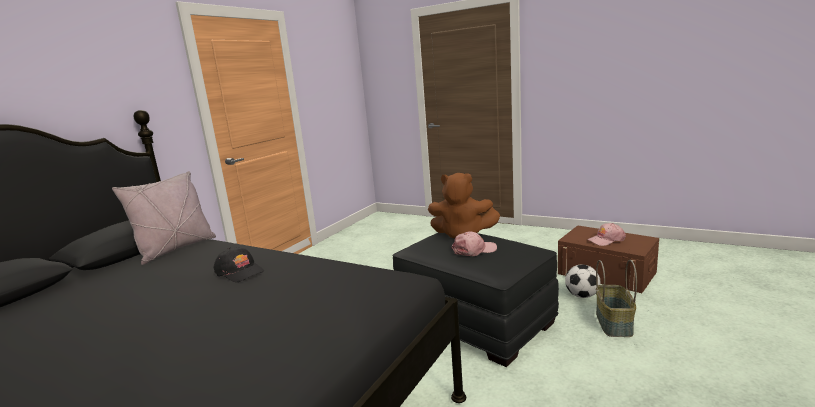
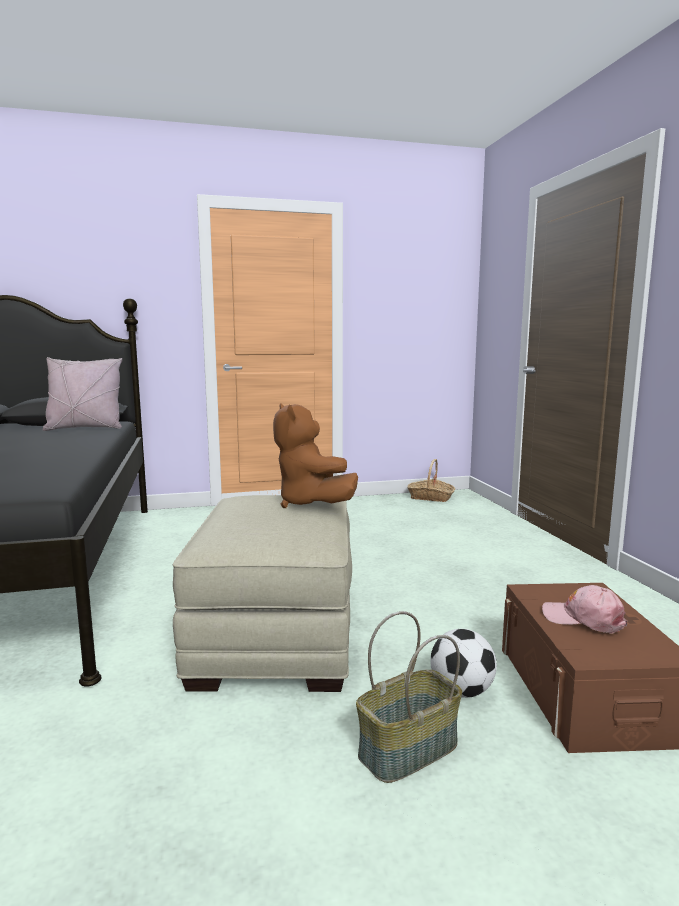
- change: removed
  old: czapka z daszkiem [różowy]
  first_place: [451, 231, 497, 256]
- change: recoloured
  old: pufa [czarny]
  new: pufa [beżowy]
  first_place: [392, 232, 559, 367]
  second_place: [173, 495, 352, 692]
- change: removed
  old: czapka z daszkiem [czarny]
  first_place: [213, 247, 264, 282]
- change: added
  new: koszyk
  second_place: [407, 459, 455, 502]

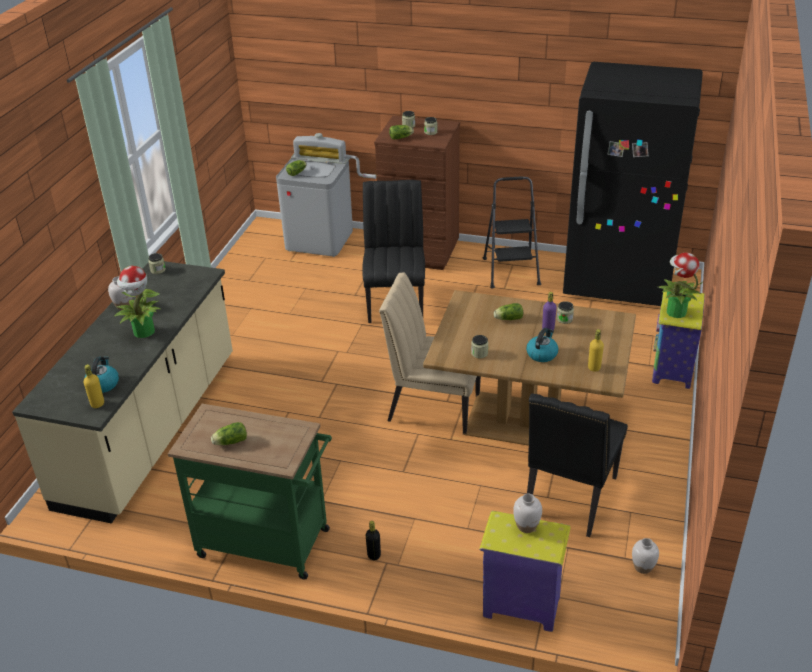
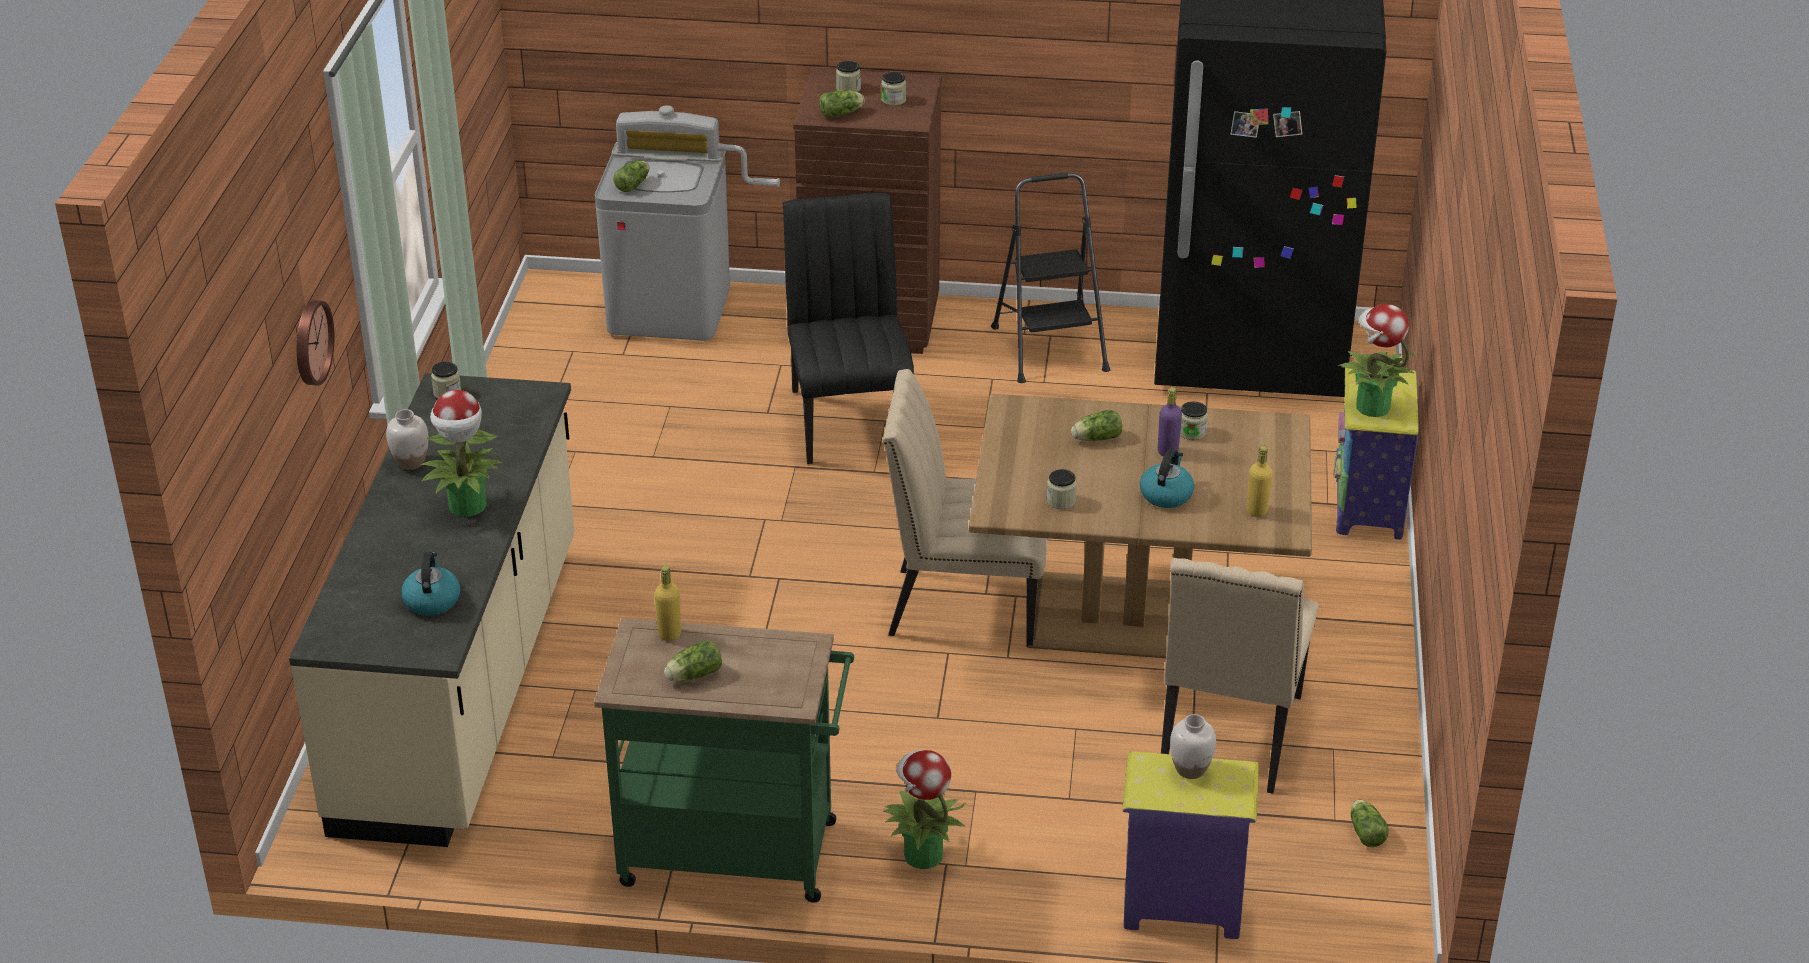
- change: moved
  old: butelka [żółty]
  first_place: [84, 364, 104, 408]
  second_place: [654, 565, 681, 641]
- change: recoloured
  old: krzesło [czarny]
  new: krzesło [beżowy]
  first_place: [527, 393, 628, 537]
  second_place: [1161, 558, 1319, 794]
- change: replaced
  old: butelka [czarny]
  new: roślina doniczkowa
  first_place: [366, 521, 381, 560]
  second_place: [883, 750, 967, 869]
- change: replaced
  old: wazon [biały]
  new: sałata
  first_place: [632, 538, 659, 574]
  second_place: [1350, 800, 1389, 847]
- change: added
  new: zegar ścienny
  second_place: [297, 300, 335, 386]

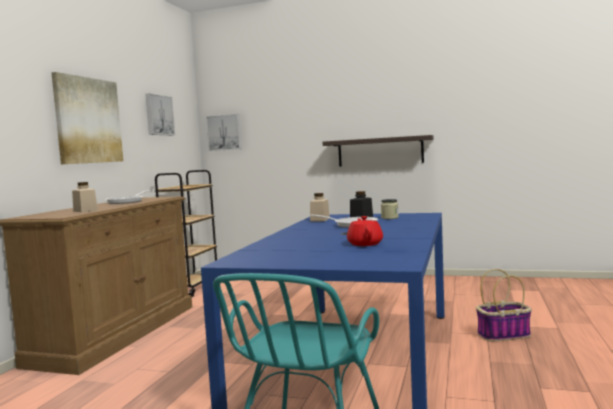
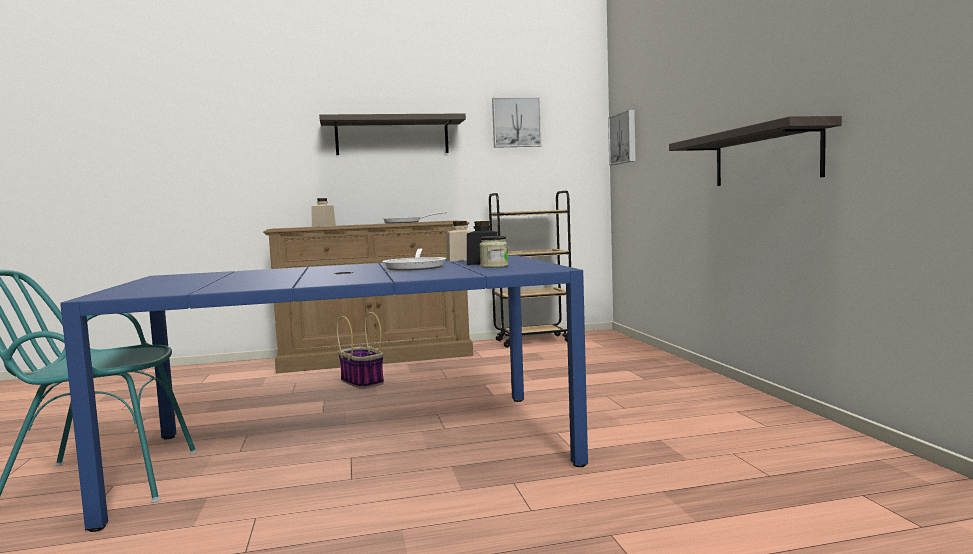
- change: replaced
  old: obraz
  new: półka
  first_place: [51, 72, 123, 164]
  second_place: [319, 113, 466, 155]
- change: removed
  old: imbryk [czerwony]
  first_place: [347, 216, 383, 246]
- change: moved
  old: koszyk
  first_place: [476, 269, 532, 341]
  second_place: [337, 312, 384, 389]

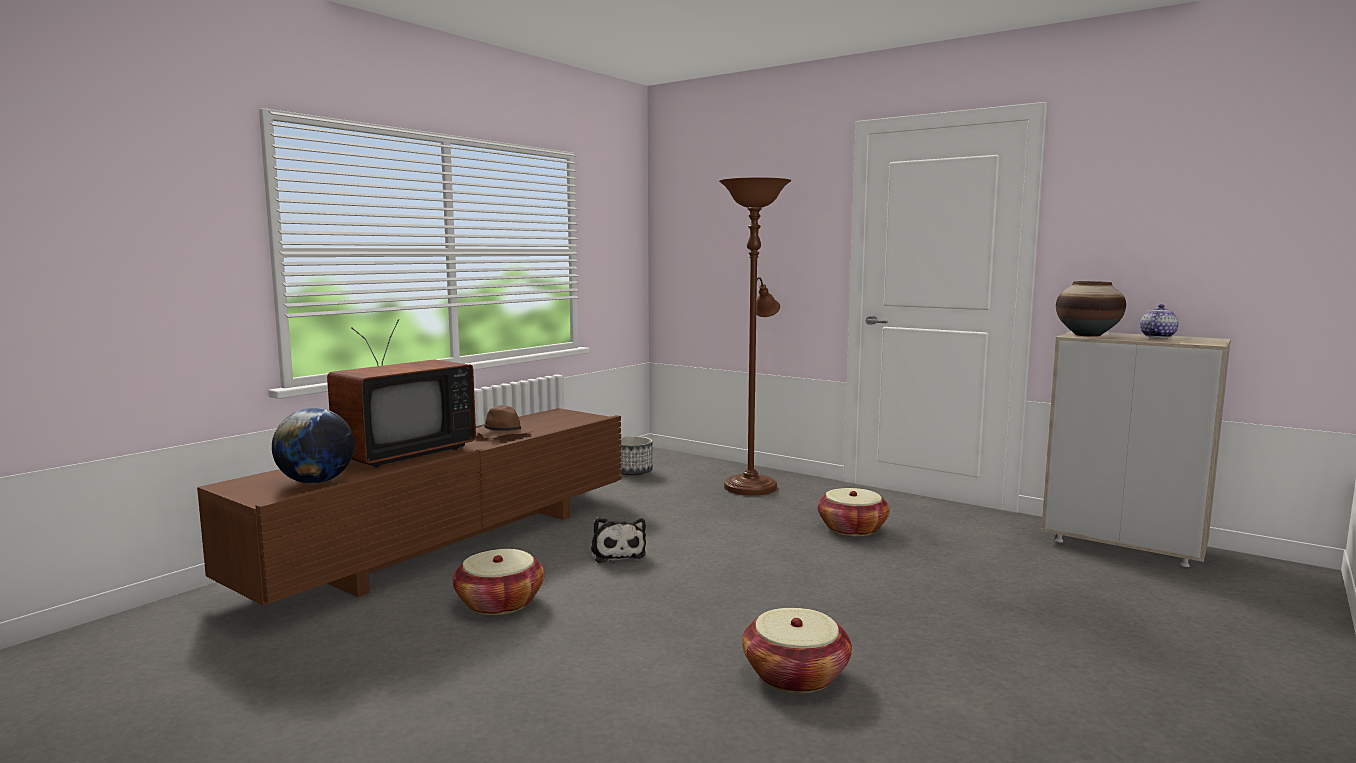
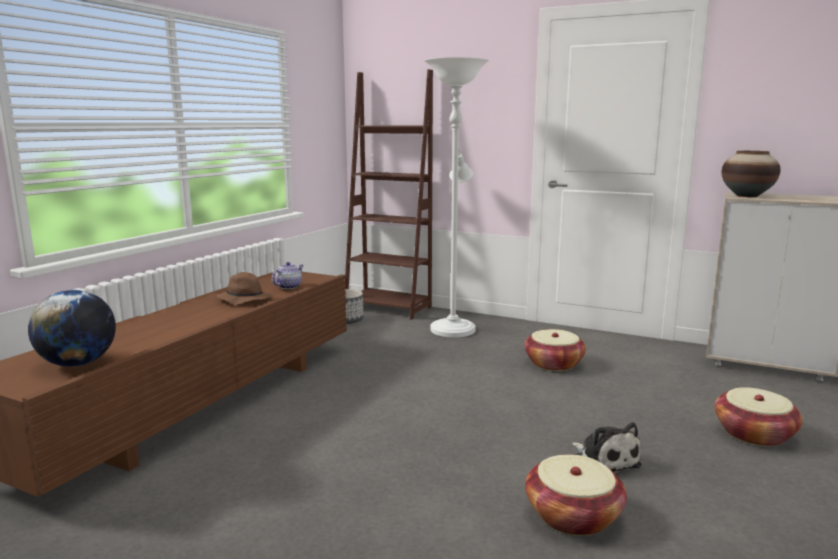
- change: recoloured
  old: lampa stojąca [brązowy]
  new: lampa stojąca [biały]
  first_place: [719, 177, 791, 495]
  second_place: [425, 57, 489, 338]
- change: moved
  old: imbryk
  first_place: [1140, 304, 1179, 338]
  second_place: [272, 262, 304, 289]
- change: removed
  old: telewizor
  first_place: [327, 319, 476, 467]
- change: moved
  old: pluszak
  first_place: [591, 517, 646, 563]
  second_place: [572, 422, 642, 473]
- change: moved
  old: koszyk
  first_place: [453, 549, 545, 615]
  second_place: [715, 387, 803, 446]
- change: added
  new: regał [brązowy]
  second_place: [345, 69, 433, 320]

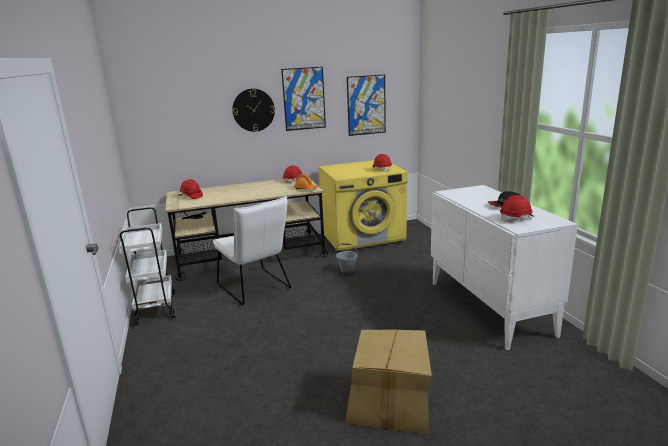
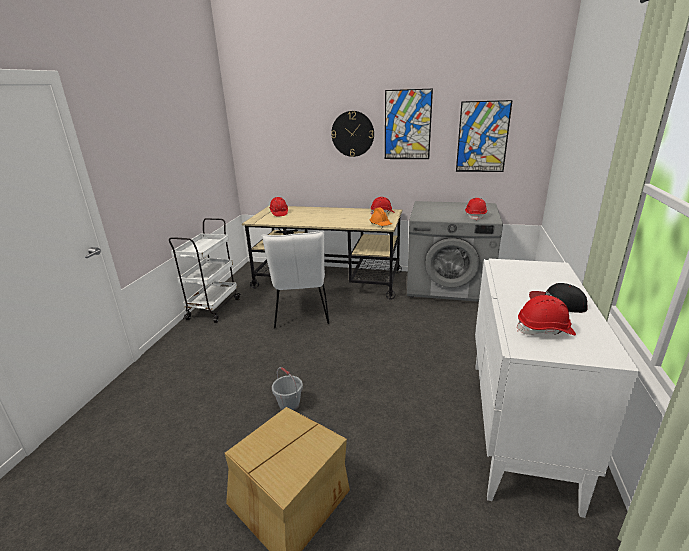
- change: recoloured
  old: pralka [żółty]
  new: pralka [szary]
  first_place: [318, 160, 408, 252]
  second_place: [407, 201, 503, 302]
- change: moved
  old: wiadro [szary]
  first_place: [336, 243, 358, 274]
  second_place: [272, 367, 303, 411]

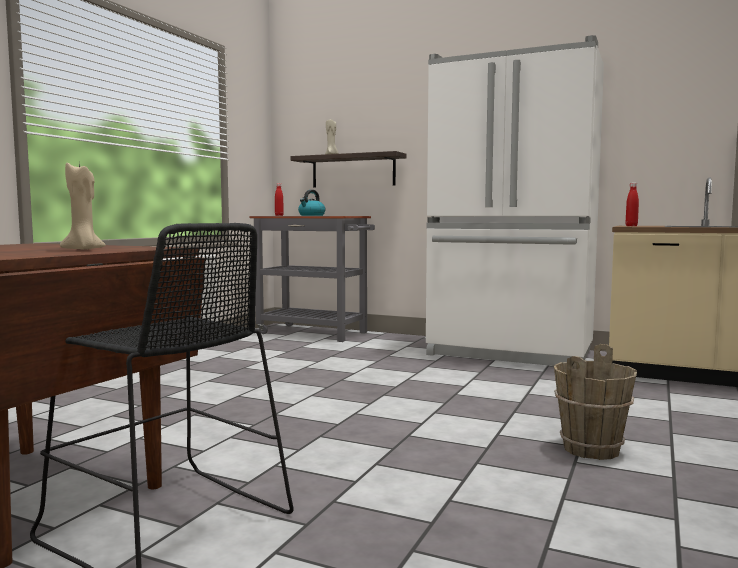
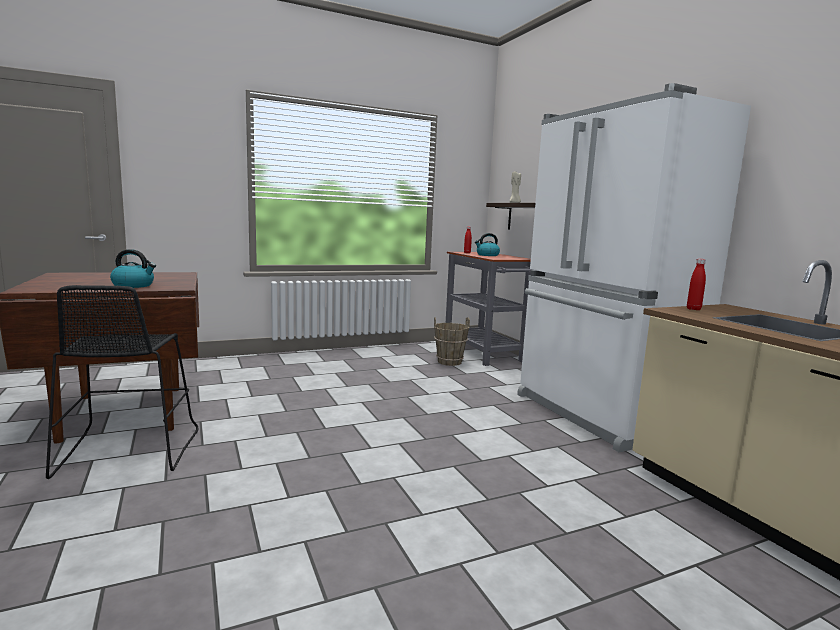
- change: replaced
  old: świeca [beżowy]
  new: czajnik
  first_place: [60, 161, 106, 250]
  second_place: [110, 249, 156, 288]
- change: moved
  old: wiadro [brązowy]
  first_place: [554, 344, 637, 460]
  second_place: [434, 317, 470, 366]

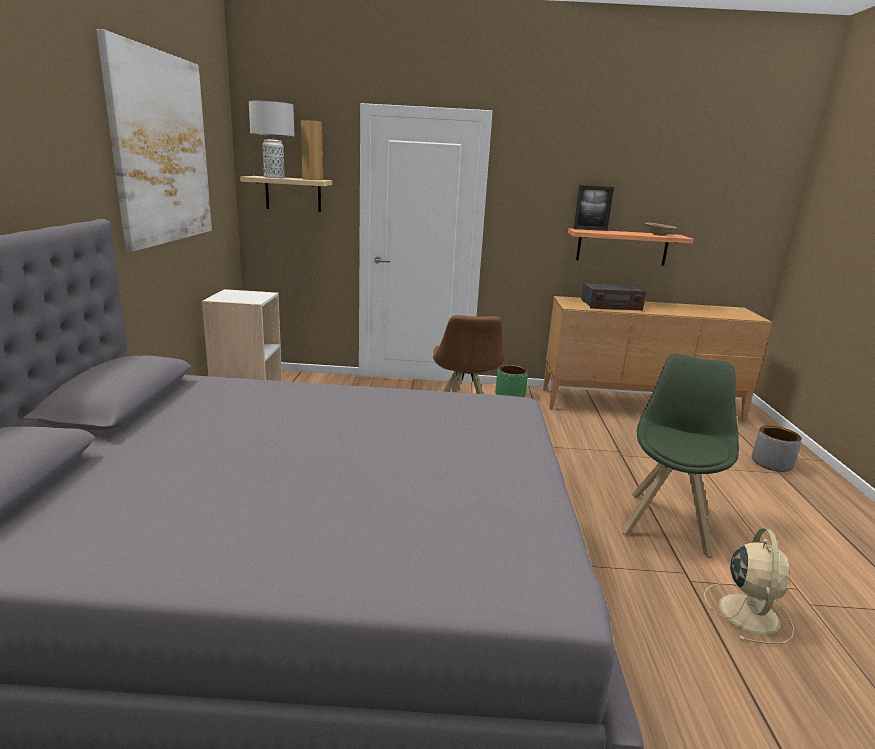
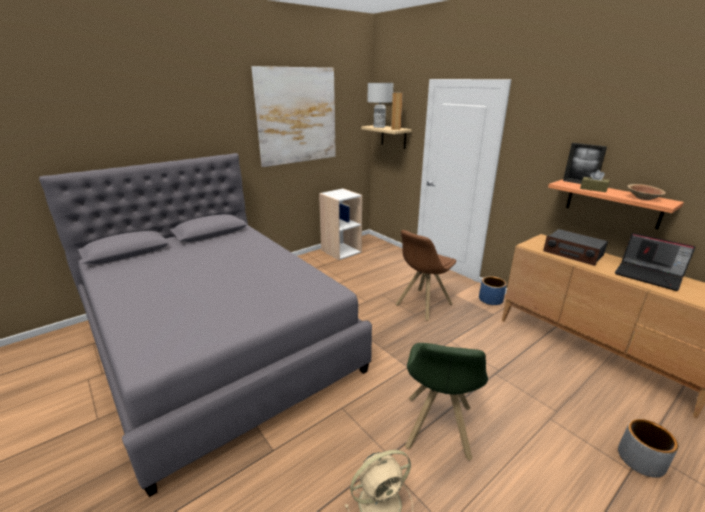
- change: turned
  old: krzesło [zielony]
  first_place: [621, 354, 739, 558]
  second_place: [405, 343, 488, 461]
  degrees: 120
- change: recoloured
  old: donica [zielony]
  new: donica [niebieski]
  first_place: [495, 365, 528, 397]
  second_place: [479, 276, 507, 305]
- change: added
  new: pudełko chusteczek [brązowy]
  second_place: [580, 170, 610, 192]
- change: added
  new: laptop
  second_place: [615, 233, 696, 291]

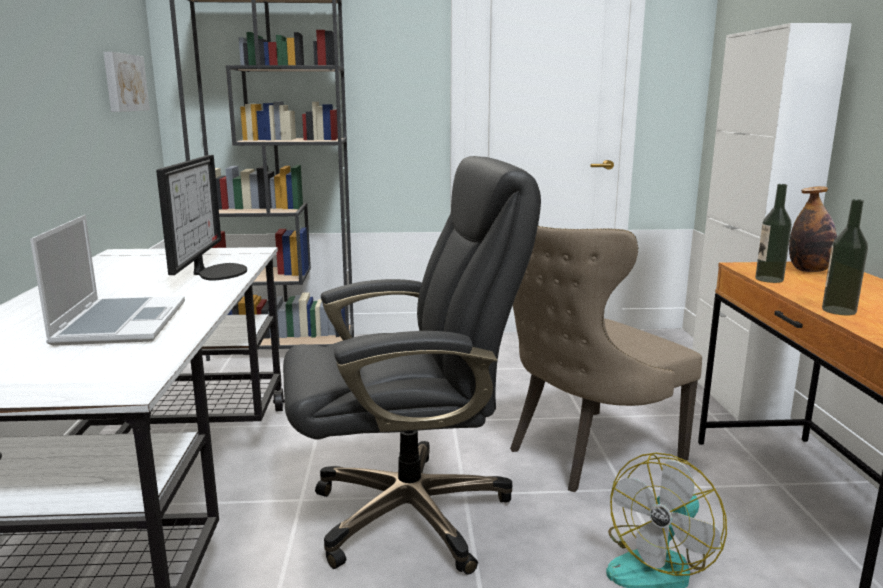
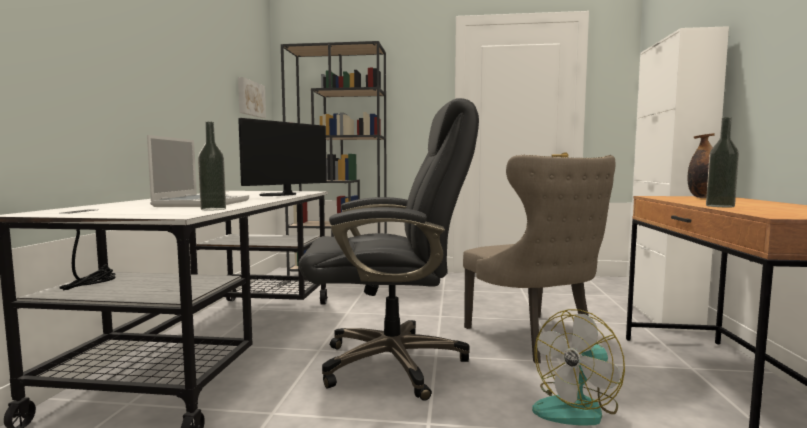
- change: turned
  old: monitor
  first_place: [156, 155, 247, 281]
  second_place: [238, 118, 327, 196]
  degrees: -150
- change: moved
  old: butelka
  first_place: [755, 184, 792, 283]
  second_place: [198, 121, 226, 210]
- change: turned
  old: krzesło [beżowy]
  first_place: [510, 226, 702, 492]
  second_place: [463, 155, 615, 363]
  degrees: -90

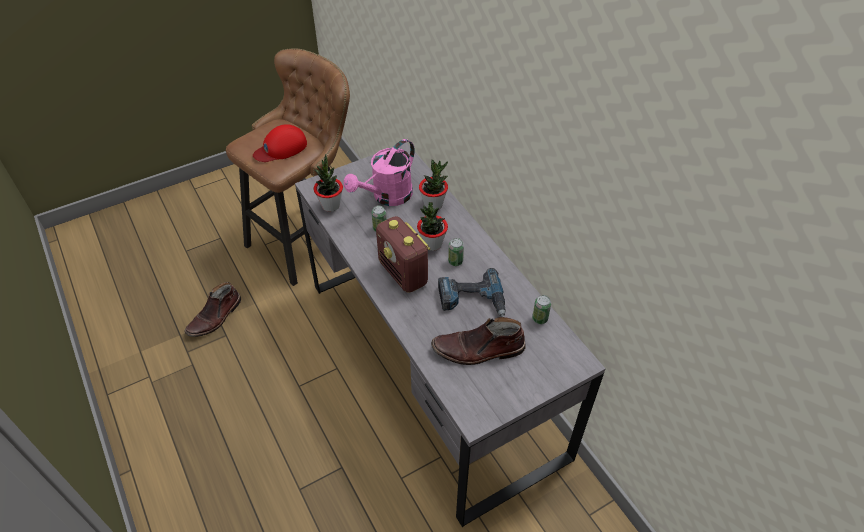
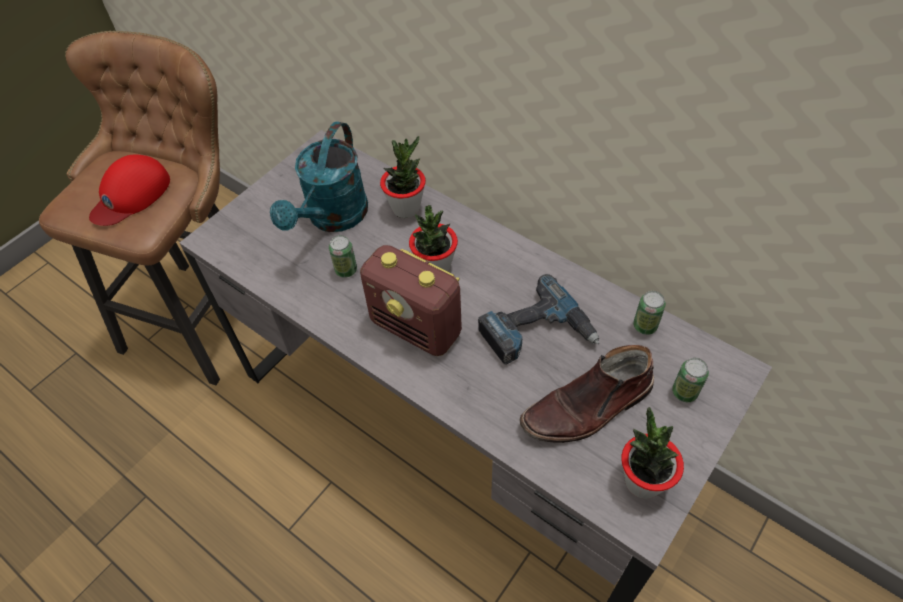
- change: recoloured
  old: konewka [różowy]
  new: konewka [turkusowy]
  first_place: [344, 139, 415, 206]
  second_place: [270, 121, 368, 232]
- change: moved
  old: roślina doniczkowa
  first_place: [314, 154, 343, 212]
  second_place: [621, 407, 684, 499]
- change: moved
  old: puszka
  first_place: [448, 238, 464, 266]
  second_place: [672, 358, 709, 402]
- change: removed
  old: but z cholewką [brązowy]
  first_place: [185, 282, 241, 337]

